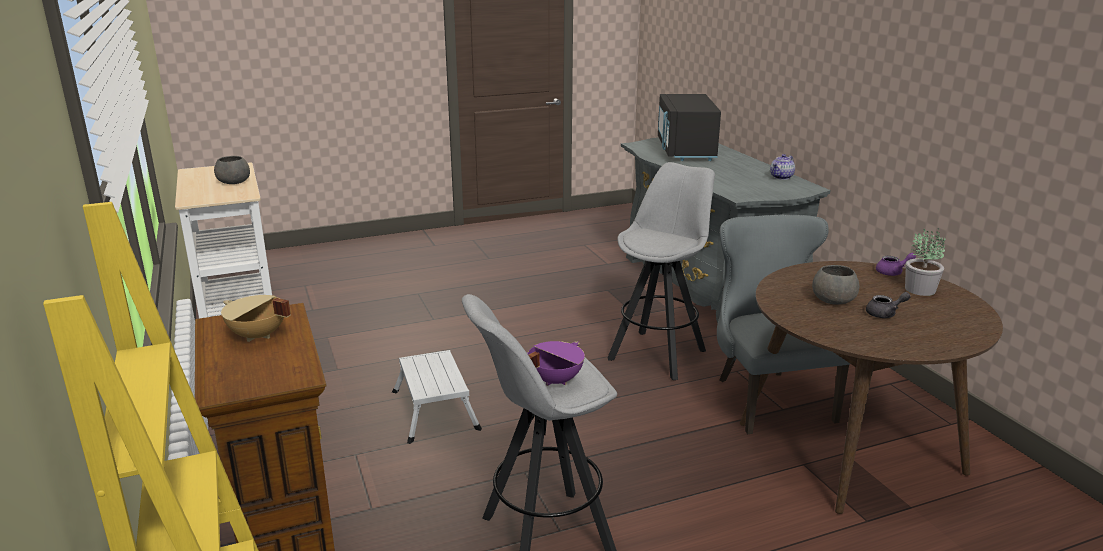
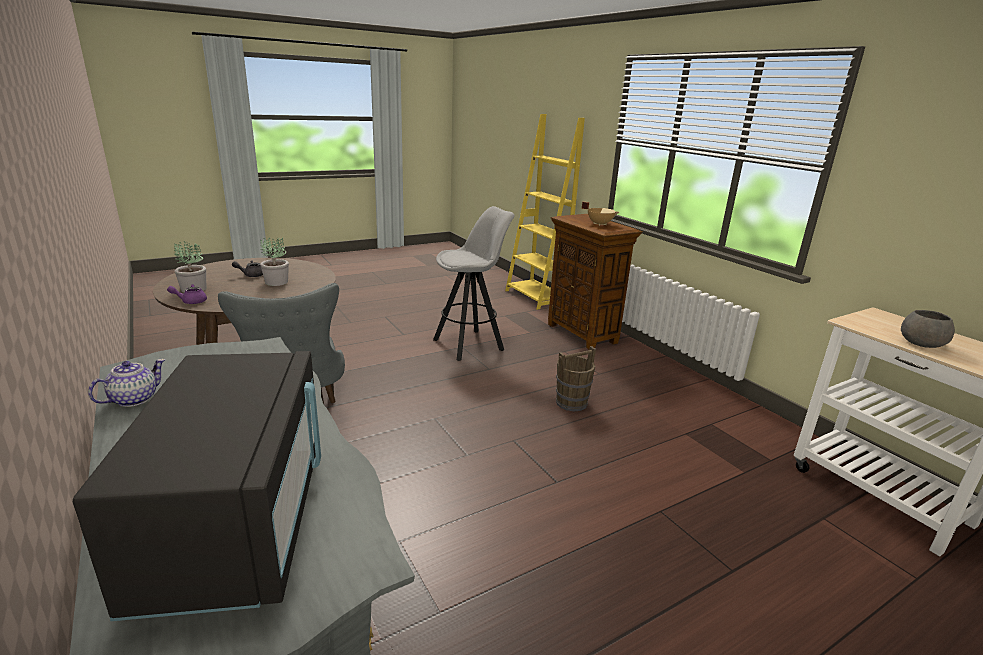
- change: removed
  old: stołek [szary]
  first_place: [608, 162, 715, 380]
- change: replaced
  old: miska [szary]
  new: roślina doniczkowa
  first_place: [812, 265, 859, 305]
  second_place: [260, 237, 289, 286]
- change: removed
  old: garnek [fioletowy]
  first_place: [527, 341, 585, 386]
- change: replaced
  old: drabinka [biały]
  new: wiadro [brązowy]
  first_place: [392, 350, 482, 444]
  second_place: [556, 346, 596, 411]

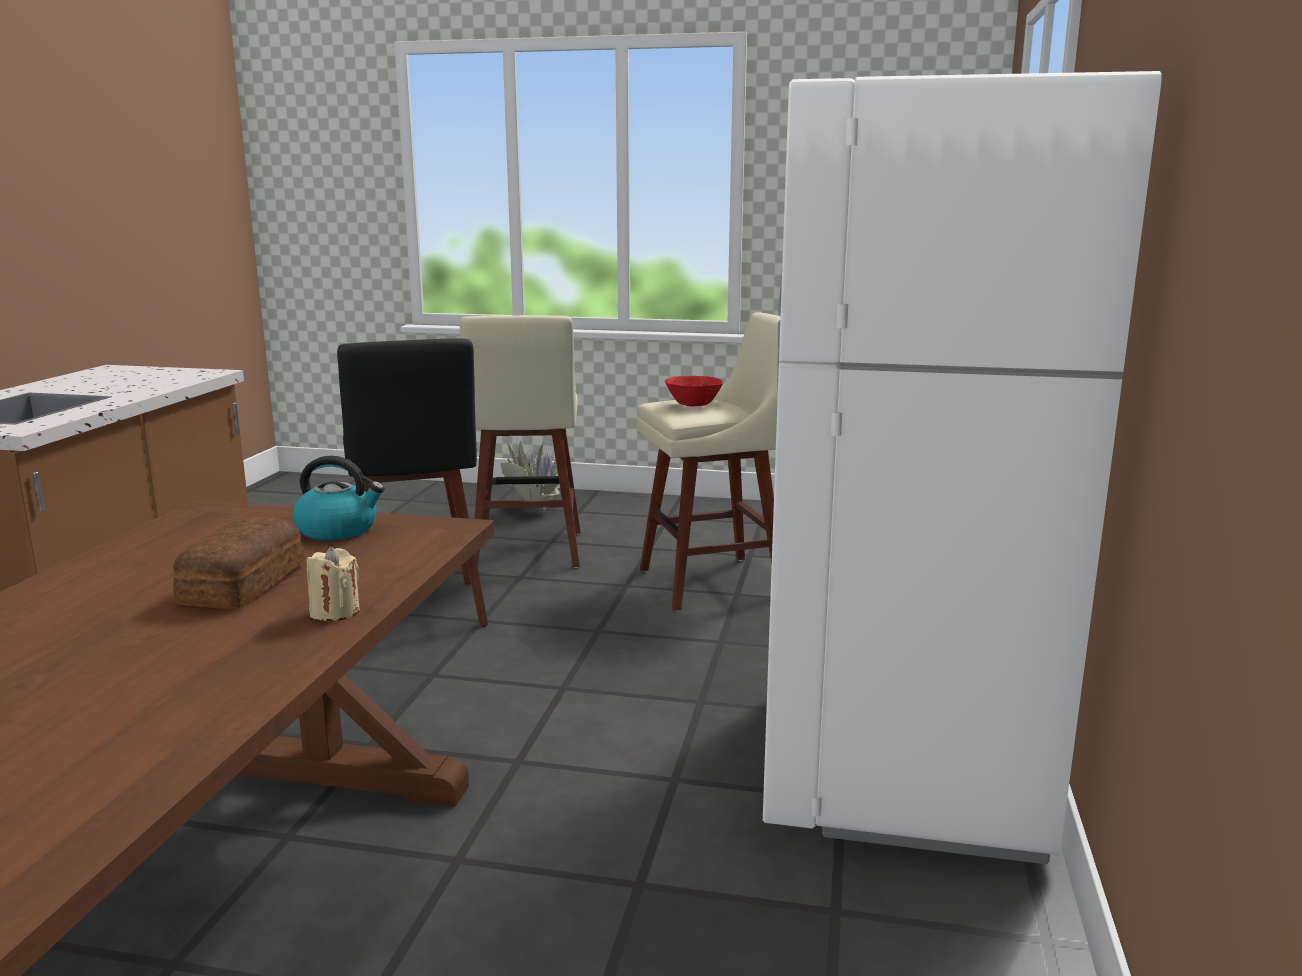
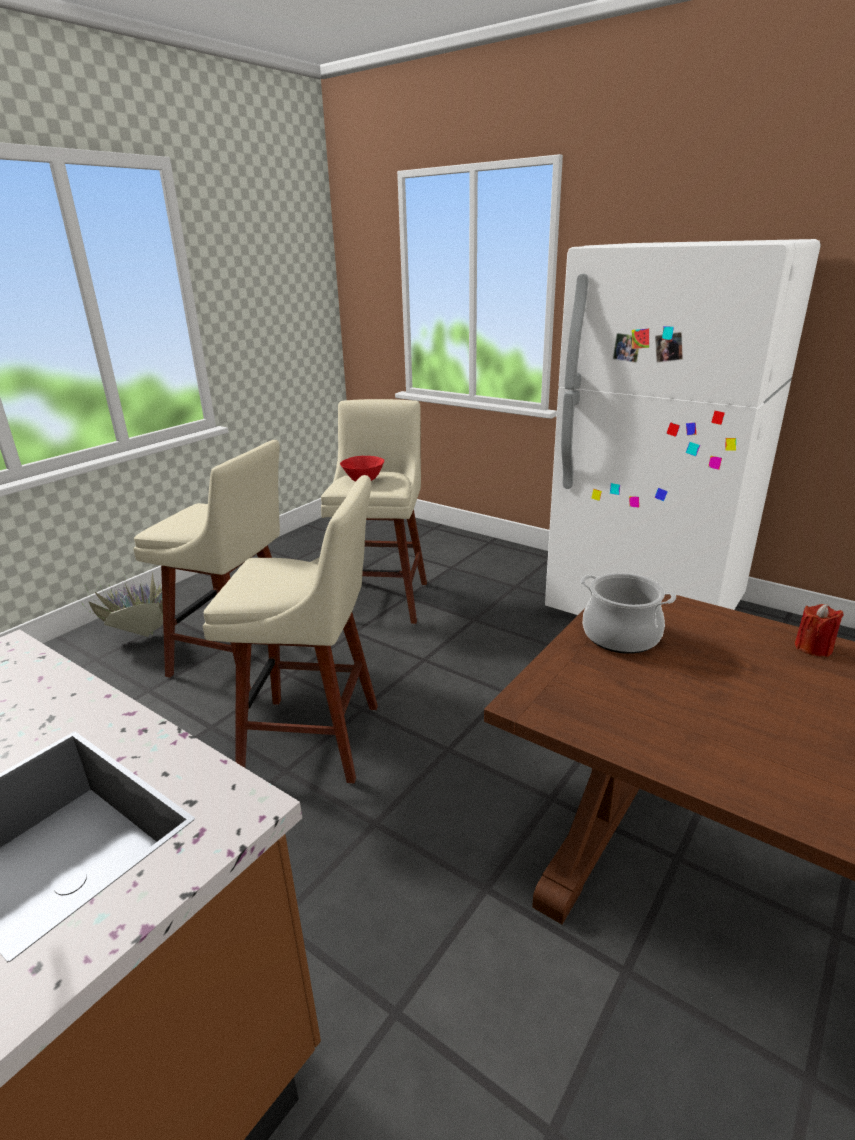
- change: recoloured
  old: stołek [czarny]
  new: stołek [beżowy]
  first_place: [337, 339, 488, 627]
  second_place: [203, 475, 378, 784]
- change: replaced
  old: czajnik
  new: garnek
  first_place: [293, 456, 384, 540]
  second_place: [580, 573, 676, 654]
- change: removed
  old: chleb
  first_place: [173, 516, 305, 609]
- change: recoloured
  old: świeca [beżowy]
  new: świeca [czerwony]
  first_place: [307, 547, 360, 621]
  second_place: [795, 604, 844, 657]

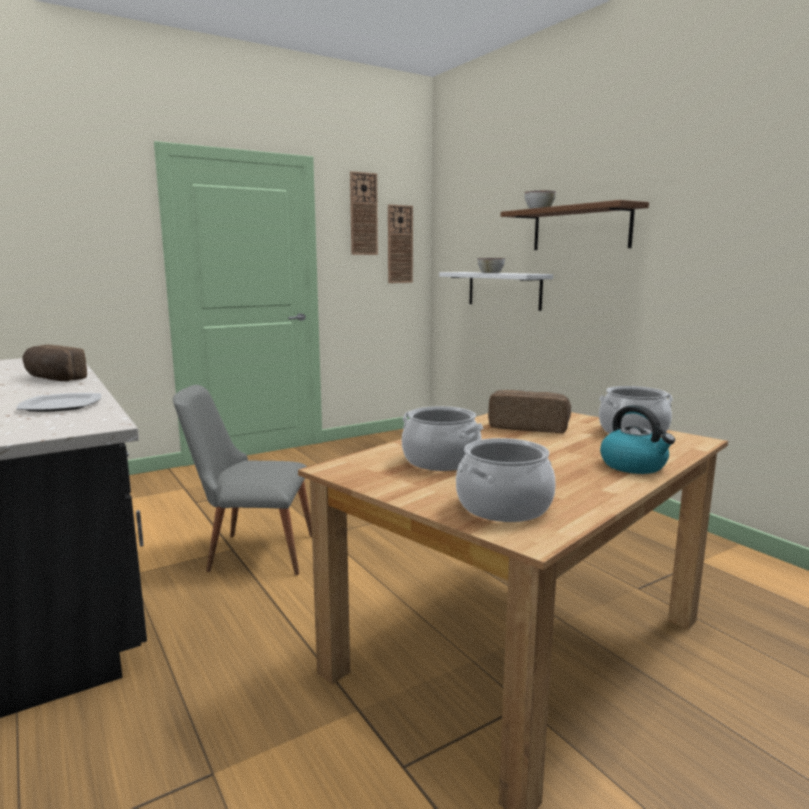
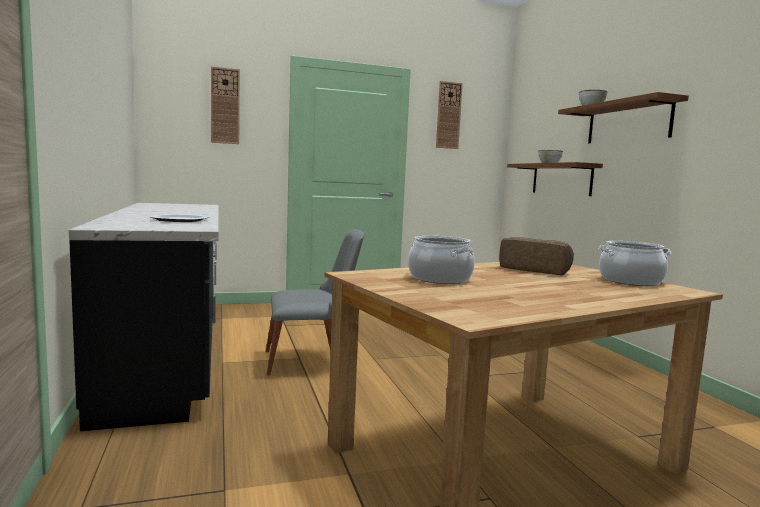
- change: moved
  old: zegar ścienny
  first_place: [388, 204, 413, 283]
  second_place: [211, 67, 240, 144]
- change: recoloured
  old: półka [biały]
  new: półka [brązowy]
  first_place: [439, 272, 553, 311]
  second_place: [507, 162, 603, 196]
- change: removed
  old: chleb
  first_place: [22, 344, 87, 381]
- change: turned
  old: krzesło [szary]
  first_place: [173, 385, 312, 575]
  second_place: [266, 229, 364, 375]
  degrees: 150
- change: removed
  old: czajnik
  first_place: [600, 405, 675, 474]
- change: removed
  old: garnek
  first_place: [456, 438, 556, 522]

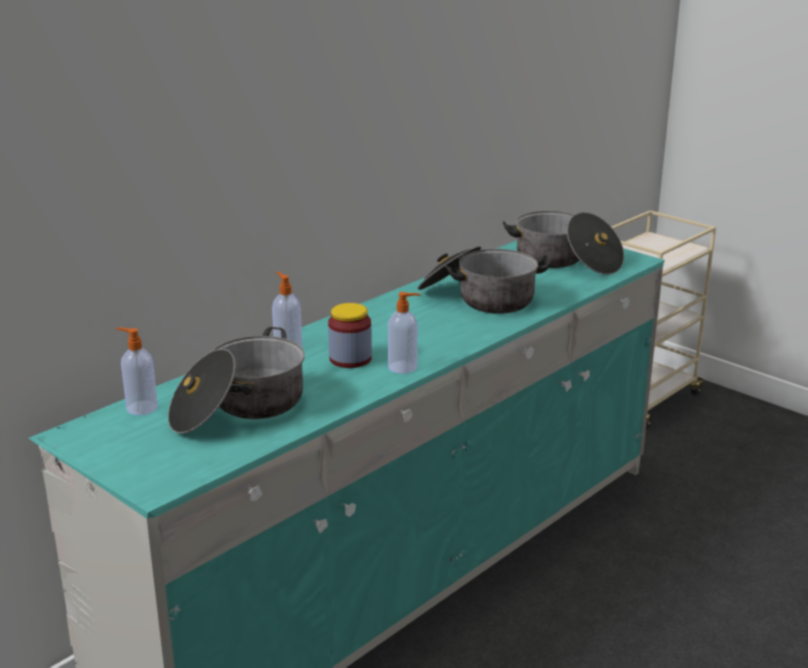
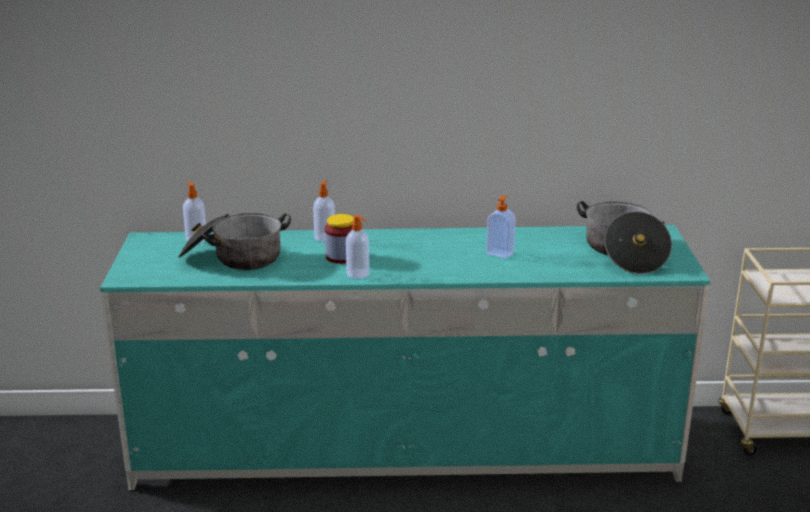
- change: replaced
  old: garnek
  new: dozownik mydła
  first_place: [418, 246, 551, 314]
  second_place: [486, 195, 516, 259]

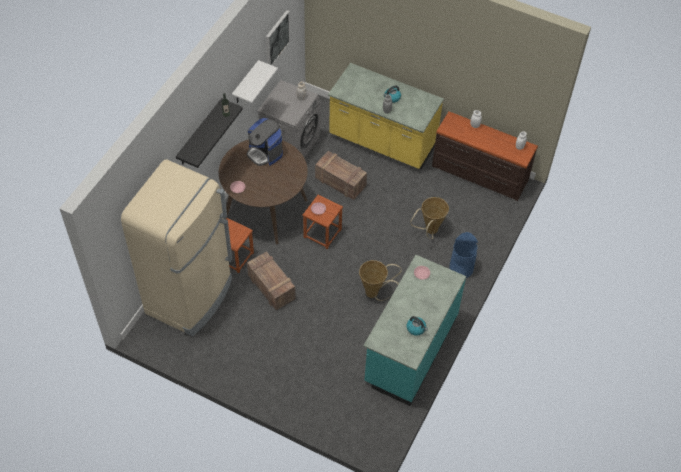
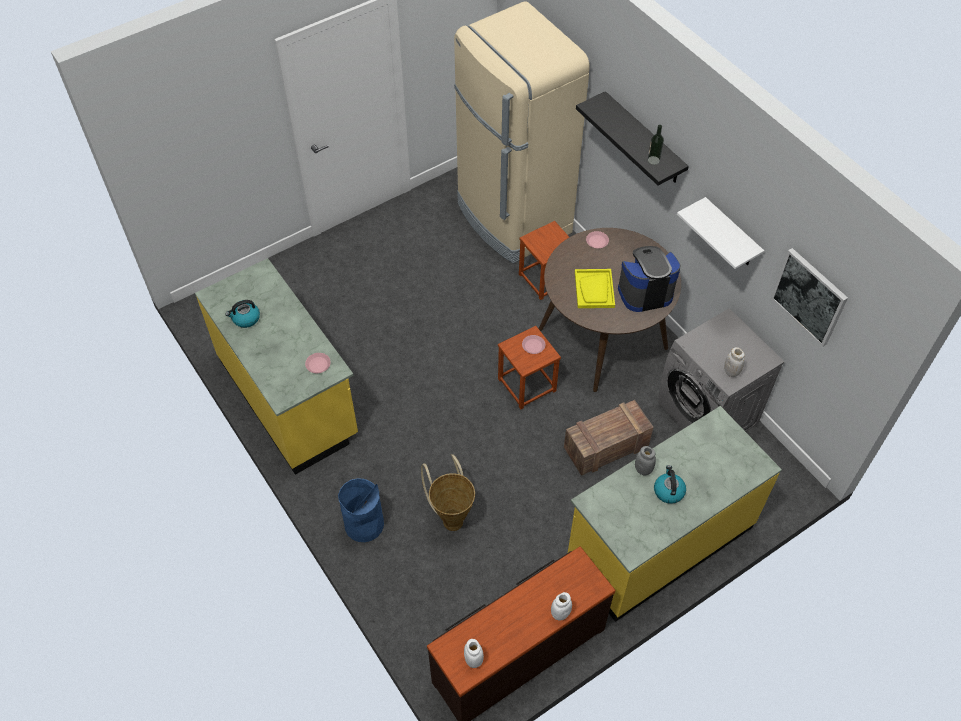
- change: removed
  old: skrzynka
  first_place: [247, 251, 296, 310]
- change: recoloured
  old: zabudowa kuchenna [turkusowy]
  new: zabudowa kuchenna [żółty]
  first_place: [363, 255, 466, 406]
  second_place: [195, 258, 358, 475]
- change: removed
  old: koszyk
  first_place: [359, 260, 402, 301]
- change: added
  new: taca [żółty]
  second_place: [575, 269, 615, 308]

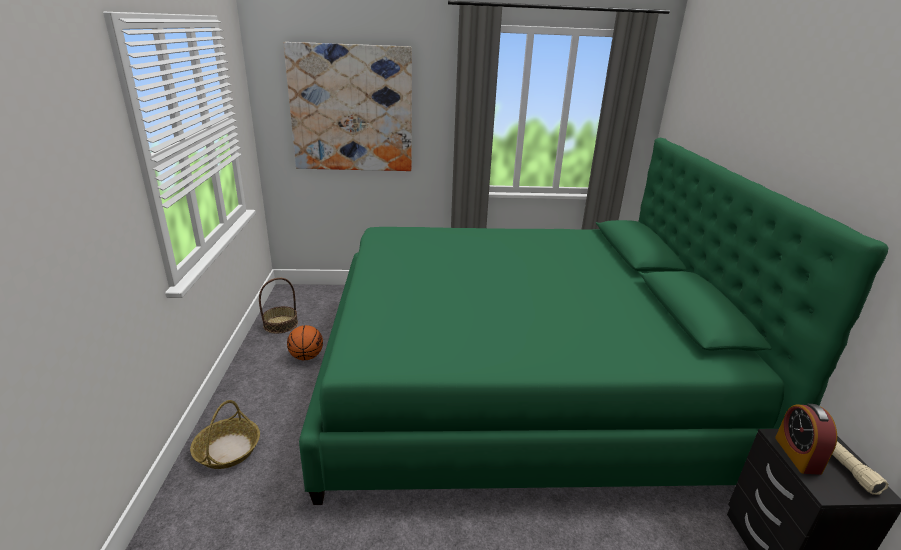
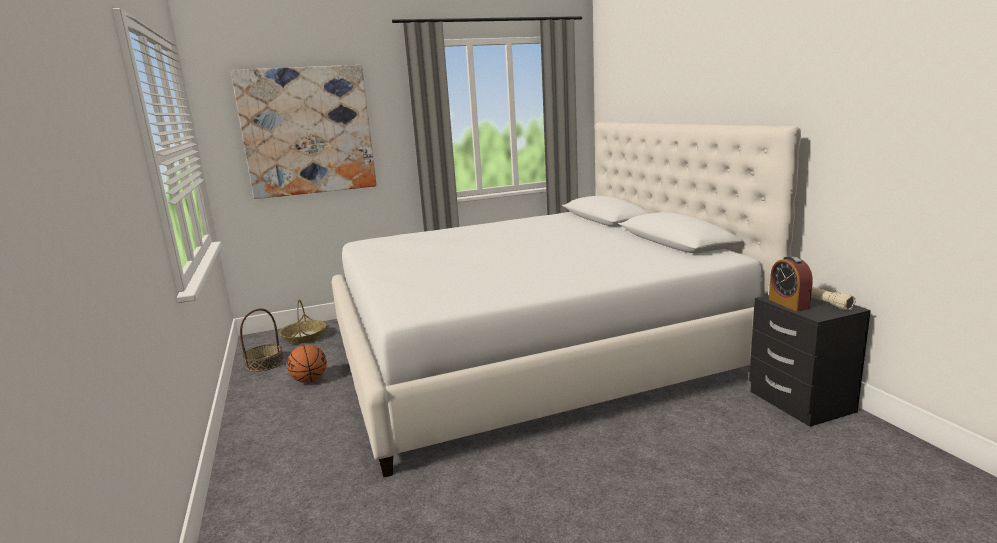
- change: recoloured
  old: łóżko [zielony]
  new: łóżko [biały]
  first_place: [299, 138, 888, 505]
  second_place: [332, 122, 801, 477]
- change: moved
  old: koszyk
  first_place: [190, 400, 260, 469]
  second_place: [279, 299, 326, 344]

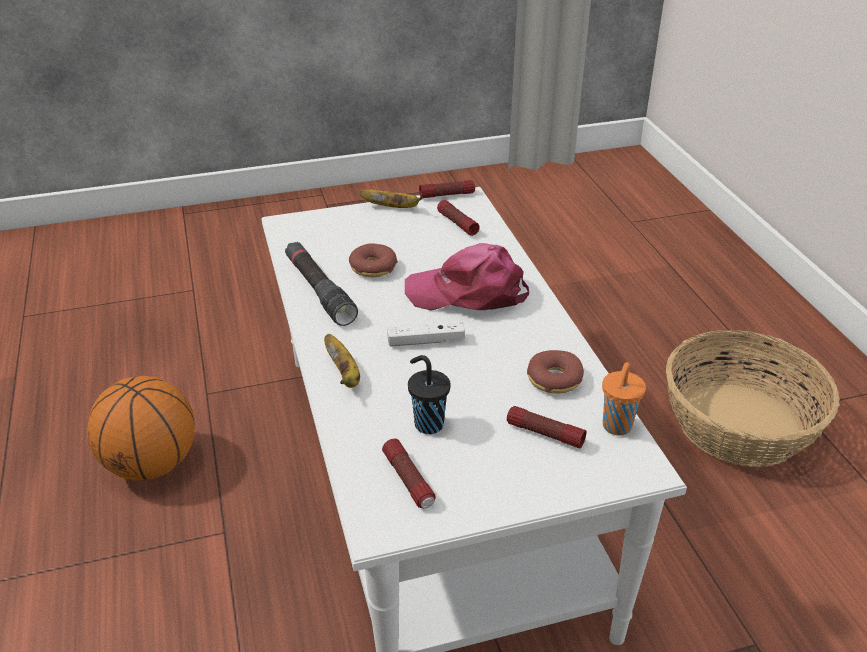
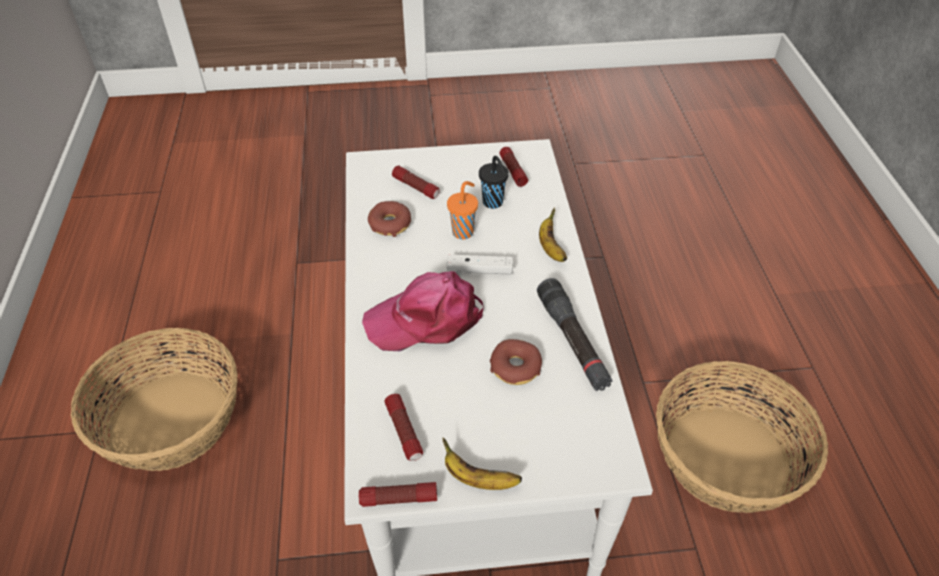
- change: turned
  old: czapka z daszkiem [różowy]
  first_place: [405, 243, 529, 311]
  second_place: [362, 271, 484, 351]
  degrees: 150
- change: moved
  old: filiżanka [pomarańczowy]
  first_place: [602, 362, 646, 436]
  second_place: [447, 181, 478, 240]
- change: replaced
  old: piłka do koszykówki
  new: koszyk
  first_place: [87, 376, 195, 480]
  second_place: [656, 361, 828, 513]

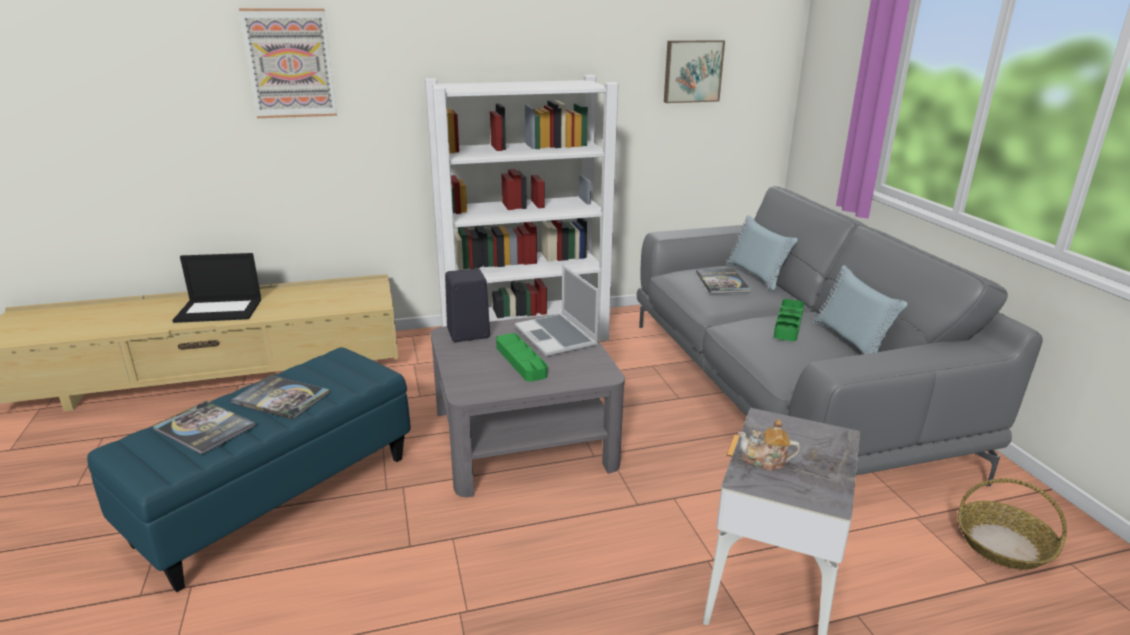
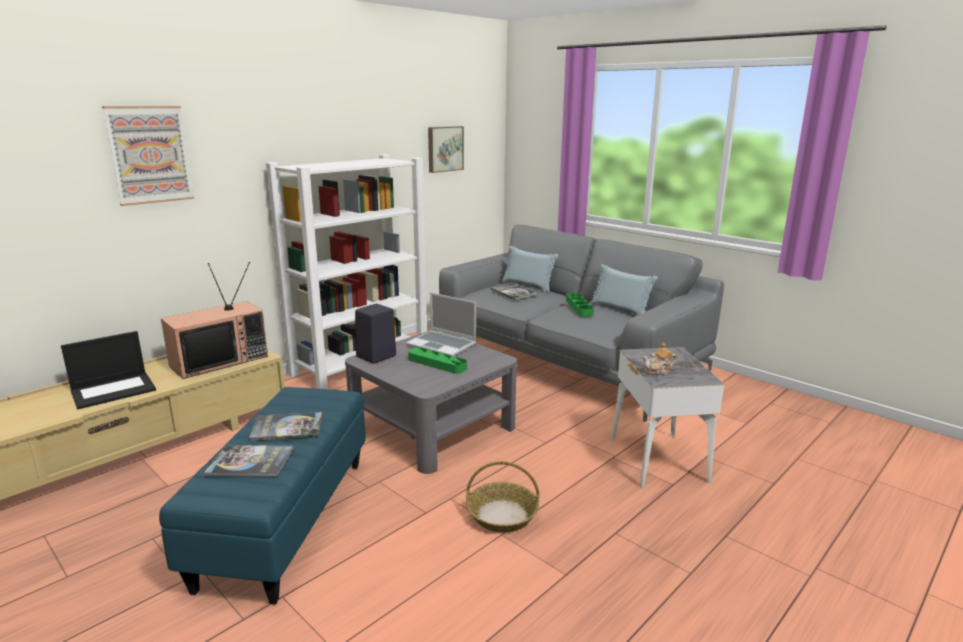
- change: moved
  old: koszyk
  first_place: [957, 478, 1067, 570]
  second_place: [466, 461, 539, 533]
- change: added
  new: telewizor
  second_place: [161, 262, 268, 379]

